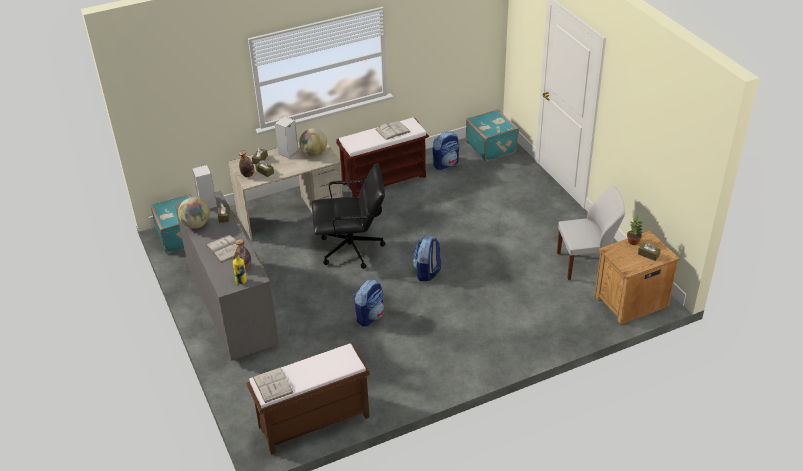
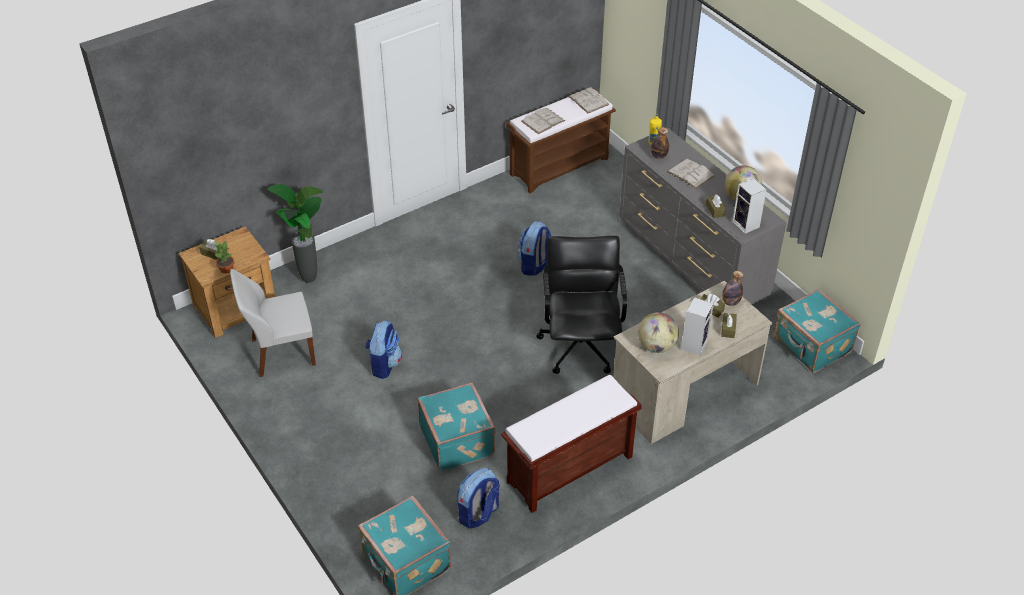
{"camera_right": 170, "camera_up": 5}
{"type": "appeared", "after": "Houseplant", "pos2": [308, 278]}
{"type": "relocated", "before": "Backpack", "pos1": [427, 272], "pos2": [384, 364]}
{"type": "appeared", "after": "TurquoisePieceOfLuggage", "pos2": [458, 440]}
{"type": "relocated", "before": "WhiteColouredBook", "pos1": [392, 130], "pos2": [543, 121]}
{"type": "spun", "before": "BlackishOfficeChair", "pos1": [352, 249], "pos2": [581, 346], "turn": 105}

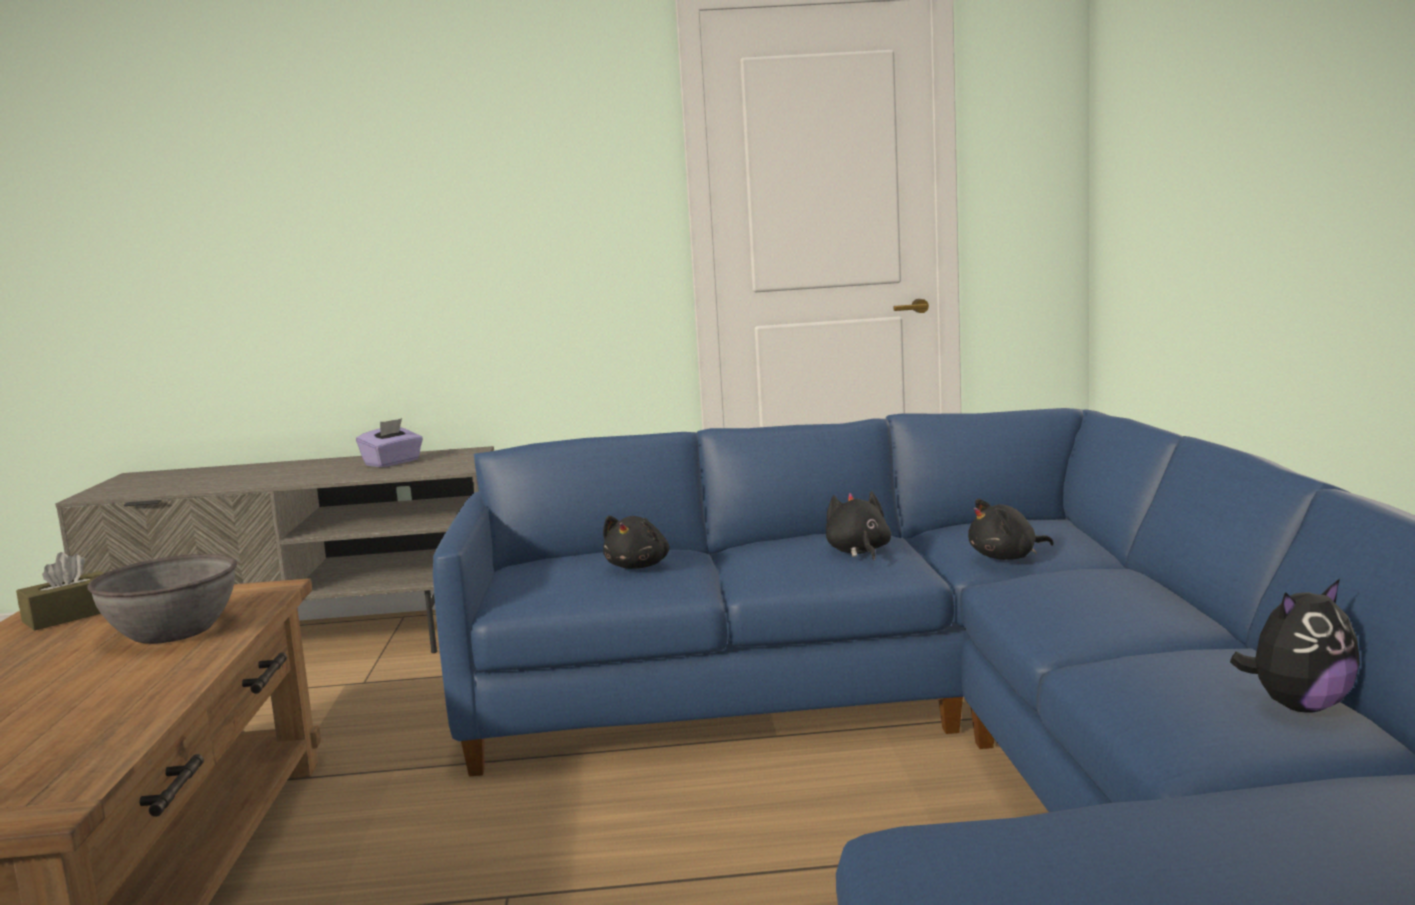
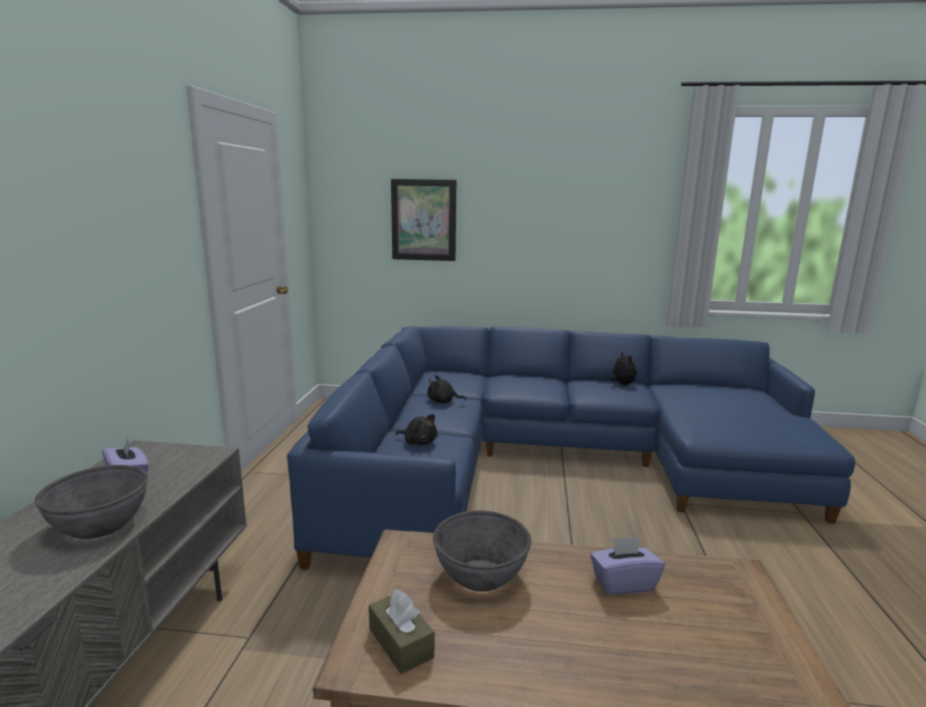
{"camera_right": -80, "camera_up": 5}
{"type": "appeared", "after": "GreyServingBowl", "pos2": [100, 525]}
{"type": "appeared", "after": "WallPicture", "pos2": [423, 220]}
{"type": "appeared", "after": "PurpleColouredTissueBox", "pos2": [623, 583]}
{"type": "missing", "before": "BlackishCuddlyToy", "pos1": [1007, 557]}

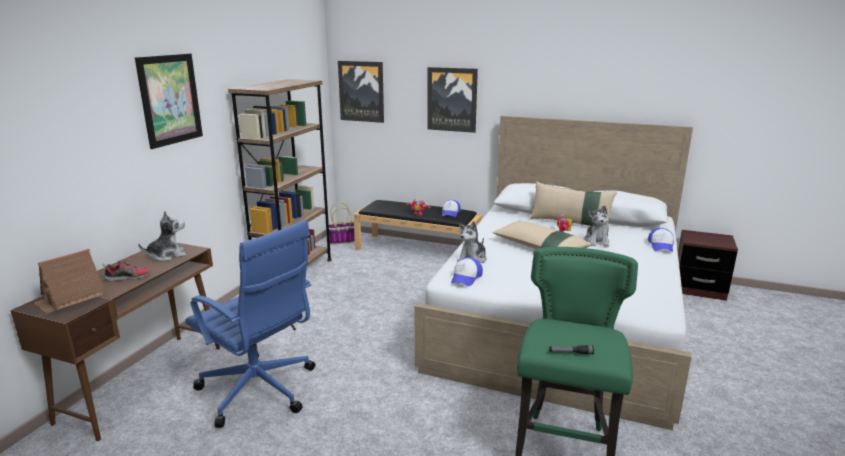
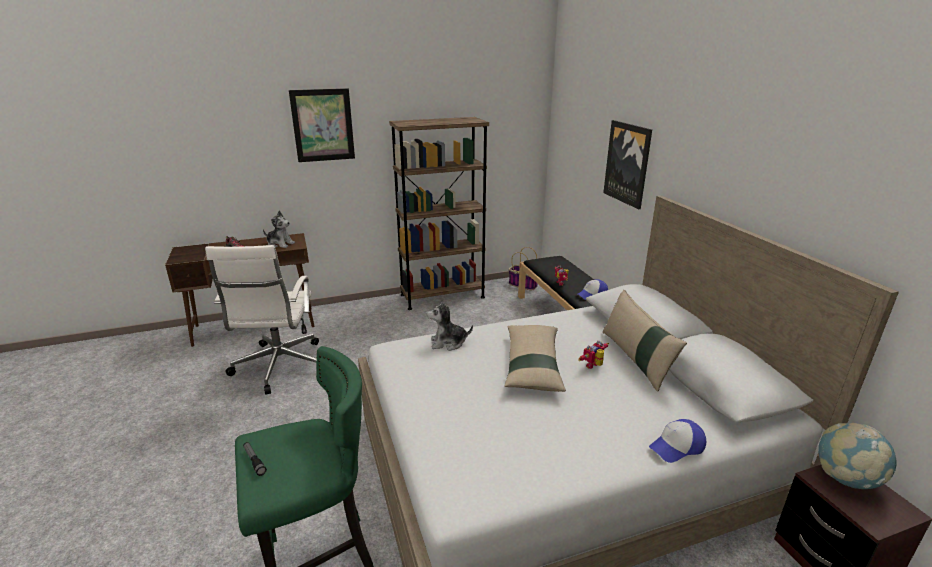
{"camera_right": 50, "camera_up": 5}
{"type": "colour", "before": "BluishOfficeChair", "after": "WhiteColouredOfficeChair", "pos1": [259, 391], "pos2": [279, 367]}
{"type": "appeared", "after": "Globe", "pos2": [846, 479]}
{"type": "missing", "before": "MiniatureHouse", "pos1": [70, 298]}
{"type": "missing", "before": "WallPicture", "pos1": [361, 91]}
{"type": "missing", "before": "Cap", "pos1": [466, 278]}
{"type": "missing", "before": "CuddlyToy", "pos1": [596, 241]}

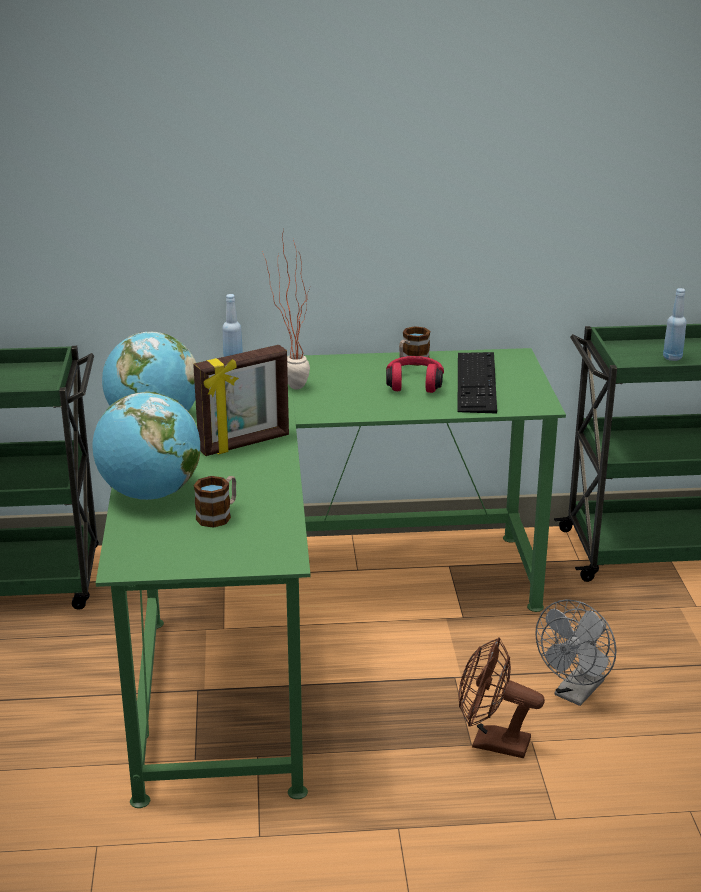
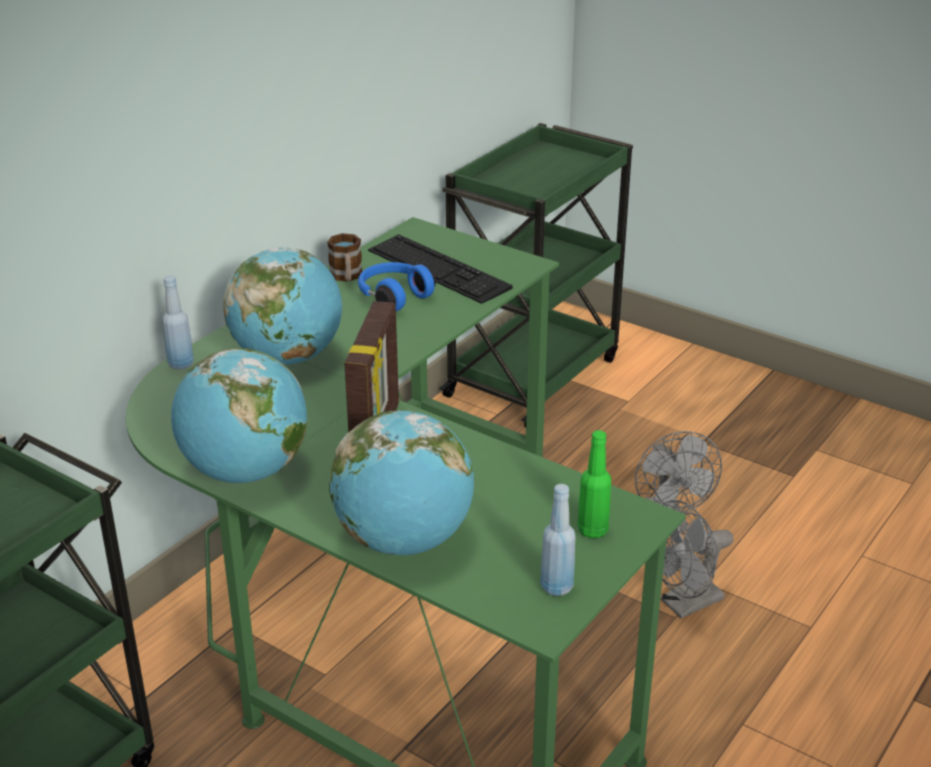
{"camera_right": -50, "camera_up": 5}
{"type": "exchanged", "before": "Houseplant", "after": "Globe", "pos1": [289, 385], "pos2": [288, 357]}
{"type": "colour", "before": "ReddishHeadphones", "after": "BluishHeadphones", "pos1": [414, 384], "pos2": [393, 296]}
{"type": "relocated", "before": "BluishBottle", "pos1": [672, 358], "pos2": [557, 587]}
{"type": "appeared", "after": "GreenBottle", "pos2": [593, 530]}
{"type": "colour", "before": "BrownishFan", "after": "GreyFan", "pos1": [491, 742], "pos2": [684, 604]}
{"type": "missing", "before": "CoffeeMug", "pos1": [218, 515]}

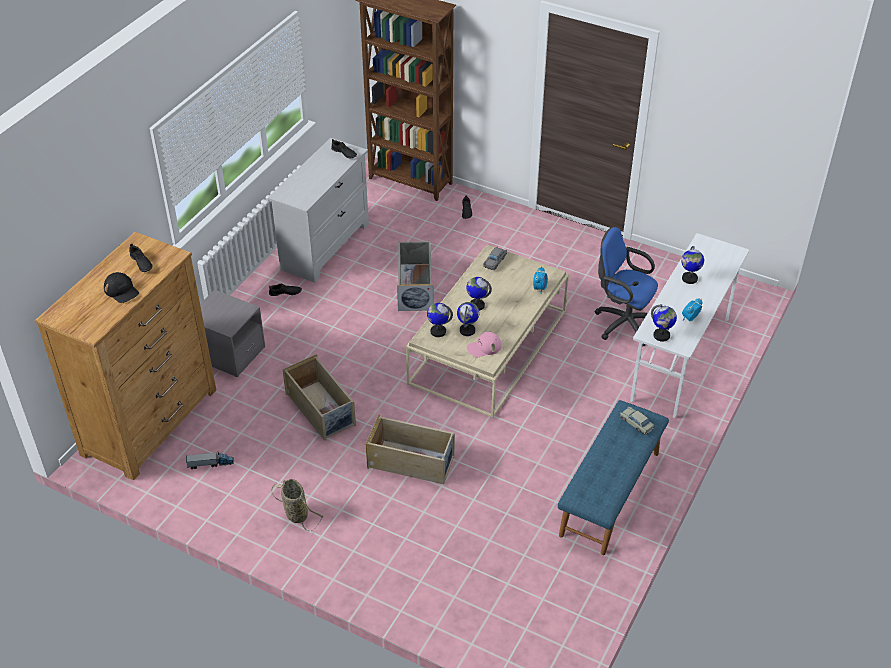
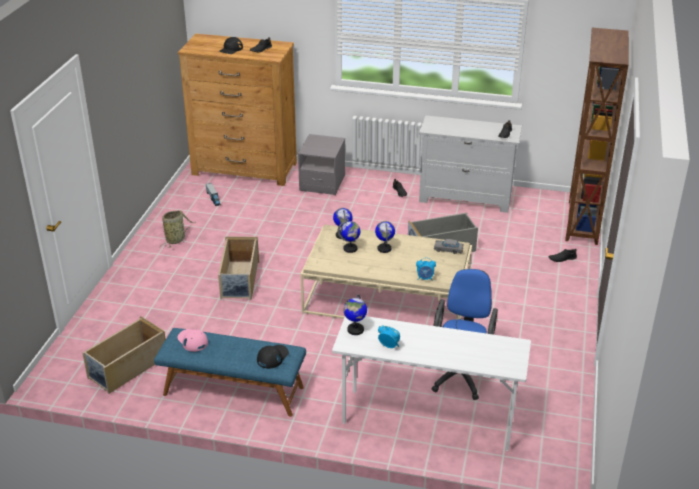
{"camera_right": 75, "camera_up": -10}
{"type": "relocated", "before": "BeigeColouredStorageBin", "pos1": [321, 410], "pos2": [127, 368]}
{"type": "relocated", "before": "PinkColouredCap", "pos1": [484, 347], "pos2": [192, 341]}
{"type": "exchanged", "before": "BeigeColouredToyCar", "after": "BlackishCap", "pos1": [636, 423], "pos2": [272, 357]}
{"type": "missing", "before": "Globe", "pos1": [689, 278]}

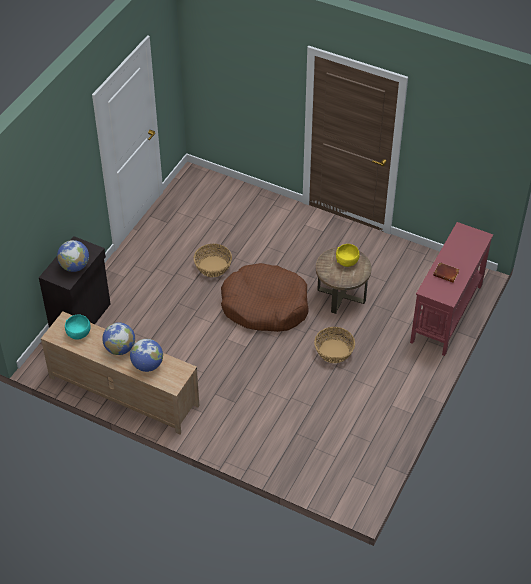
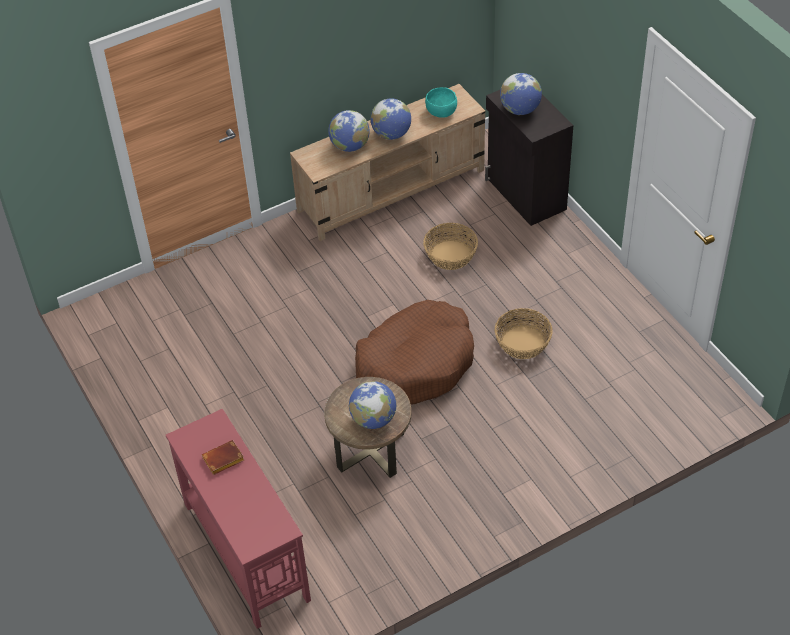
{"camera_right": 125, "camera_up": 0}
{"type": "exchanged", "before": "YellowColouredServingBowl", "after": "Globe", "pos1": [347, 261], "pos2": [373, 419]}
{"type": "relocated", "before": "HouseholdBasket", "pos1": [333, 351], "pos2": [450, 255]}

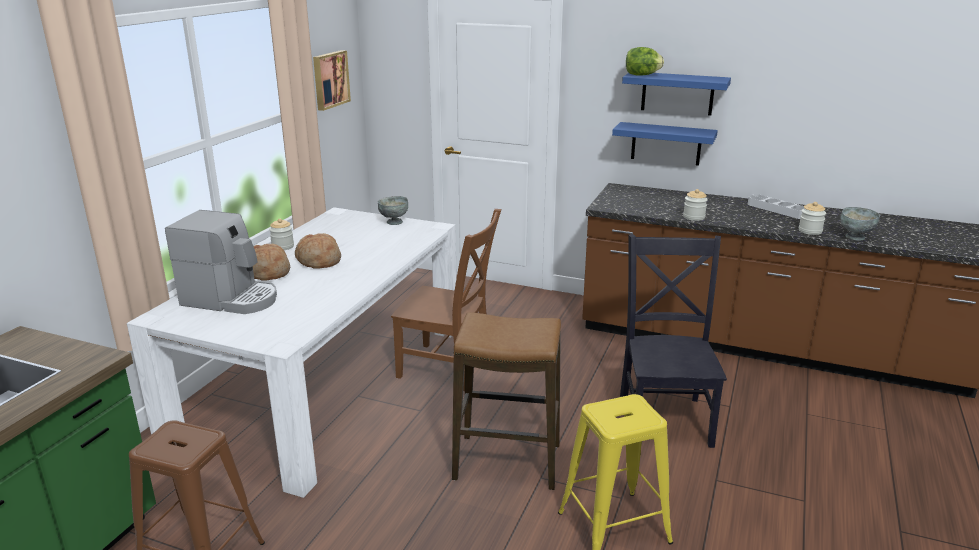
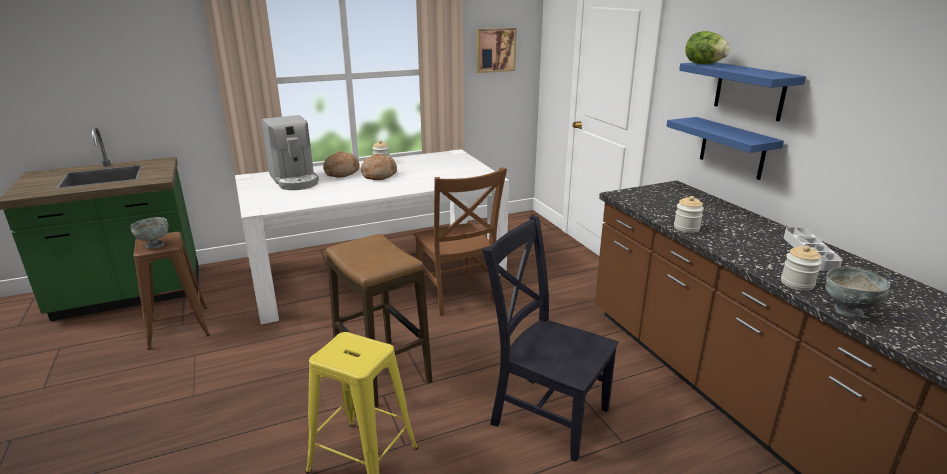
{"camera_right": 45, "camera_up": 0}
{"type": "relocated", "before": "GreyServingBowl", "pos1": [394, 222], "pos2": [154, 245]}
{"type": "spun", "before": "BlackishUprightChair", "pos1": [665, 417], "pos2": [545, 413], "turn": -105}

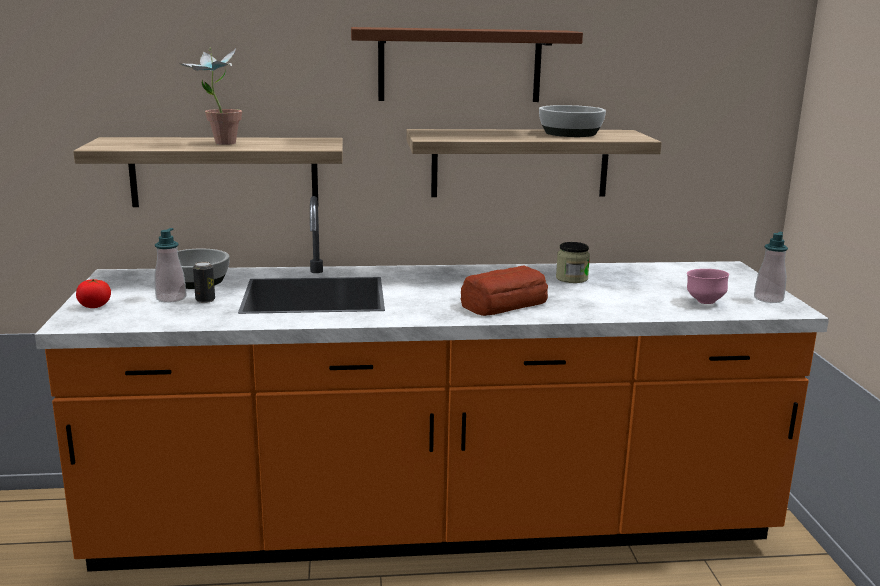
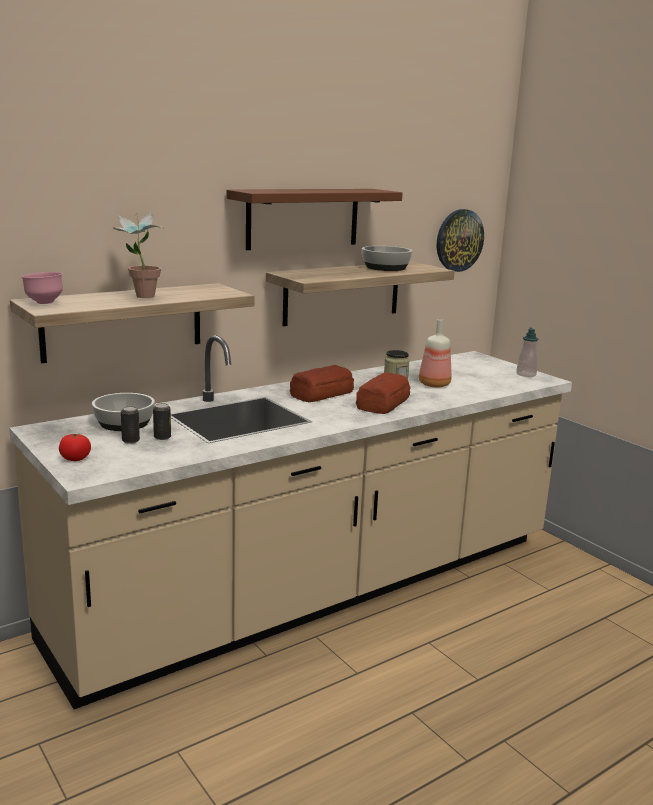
{"camera_right": -30, "camera_up": 0}
{"type": "colour", "before": "OrangeCounter", "after": "BeigeColouredCounter", "pos1": [435, 523], "pos2": [318, 589]}
{"type": "relocated", "before": "PinkColouredServingBowl", "pos1": [704, 302], "pos2": [43, 303]}
{"type": "exchanged", "before": "SoapDispenser", "after": "SealedCan", "pos1": [171, 298], "pos2": [130, 441]}
{"type": "appeared", "after": "BakedBread", "pos2": [320, 393]}
{"type": "appeared", "after": "Bottle", "pos2": [433, 384]}
{"type": "appeared", "after": "HangingClock", "pos2": [459, 240]}

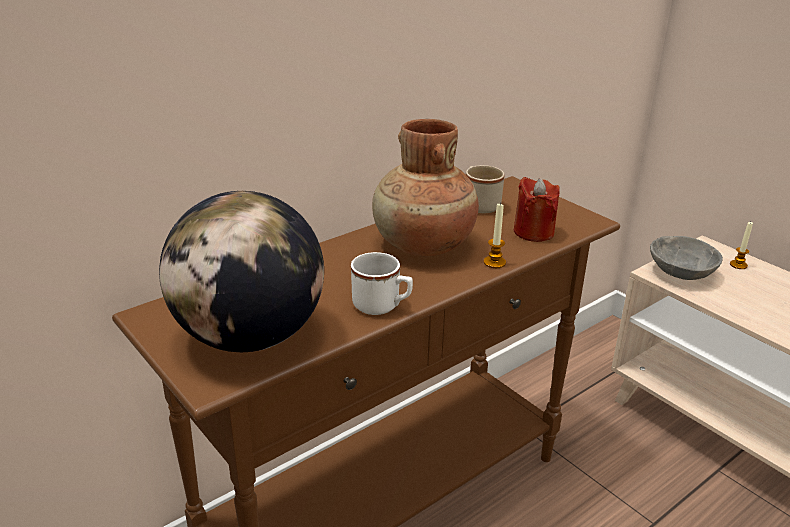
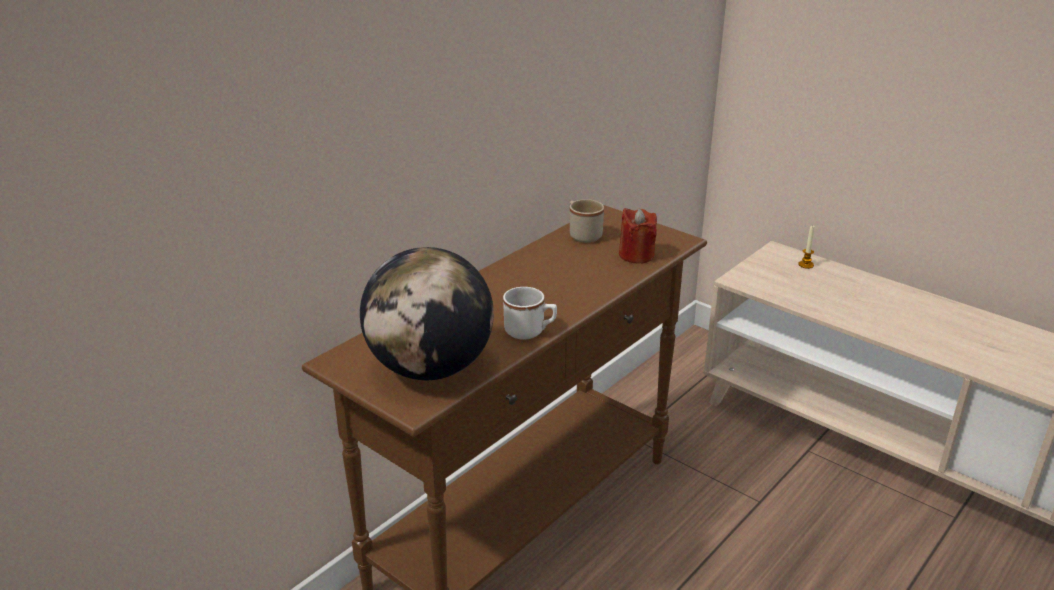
{"camera_right": -10, "camera_up": 0}
{"type": "missing", "before": "BrownishVase", "pos1": [423, 245]}
{"type": "missing", "before": "WaxLight", "pos1": [494, 262]}
{"type": "missing", "before": "GreyServingBowl", "pos1": [679, 273]}

